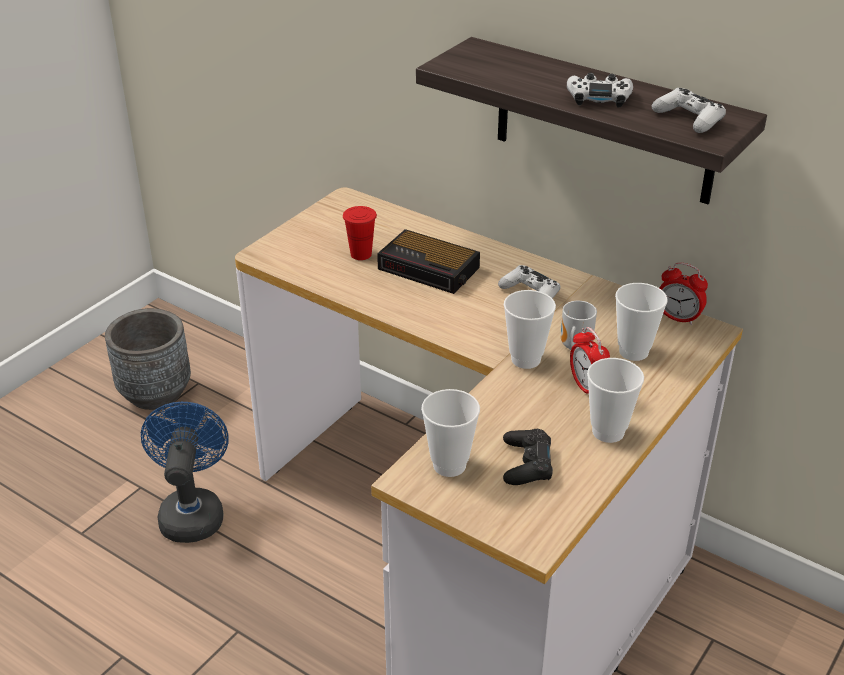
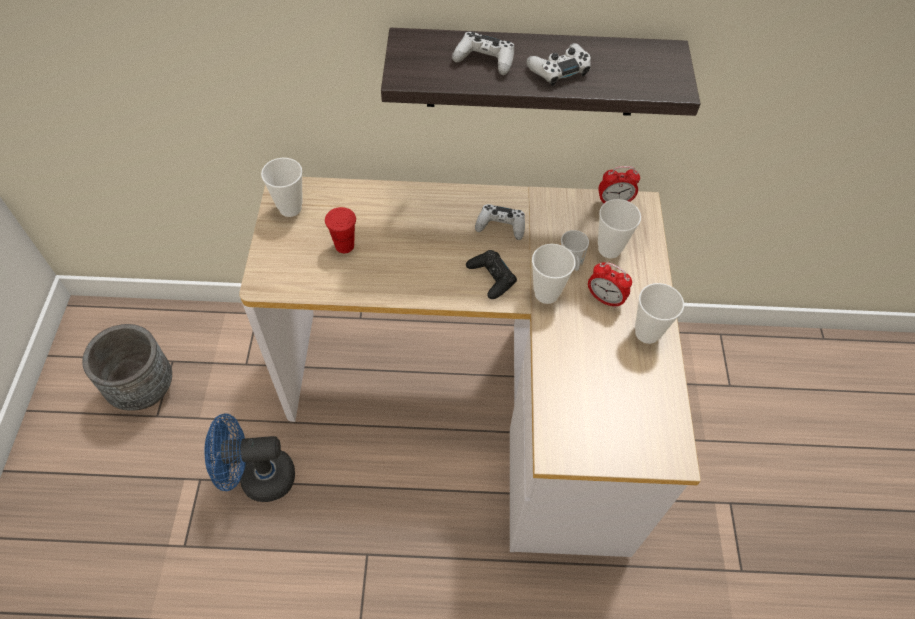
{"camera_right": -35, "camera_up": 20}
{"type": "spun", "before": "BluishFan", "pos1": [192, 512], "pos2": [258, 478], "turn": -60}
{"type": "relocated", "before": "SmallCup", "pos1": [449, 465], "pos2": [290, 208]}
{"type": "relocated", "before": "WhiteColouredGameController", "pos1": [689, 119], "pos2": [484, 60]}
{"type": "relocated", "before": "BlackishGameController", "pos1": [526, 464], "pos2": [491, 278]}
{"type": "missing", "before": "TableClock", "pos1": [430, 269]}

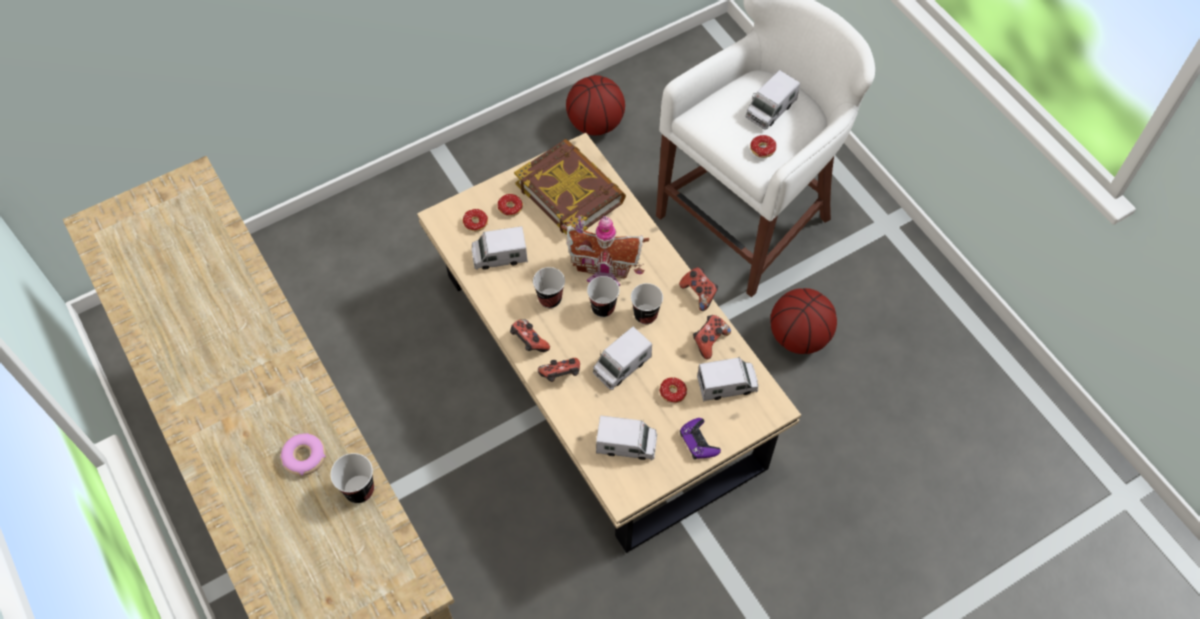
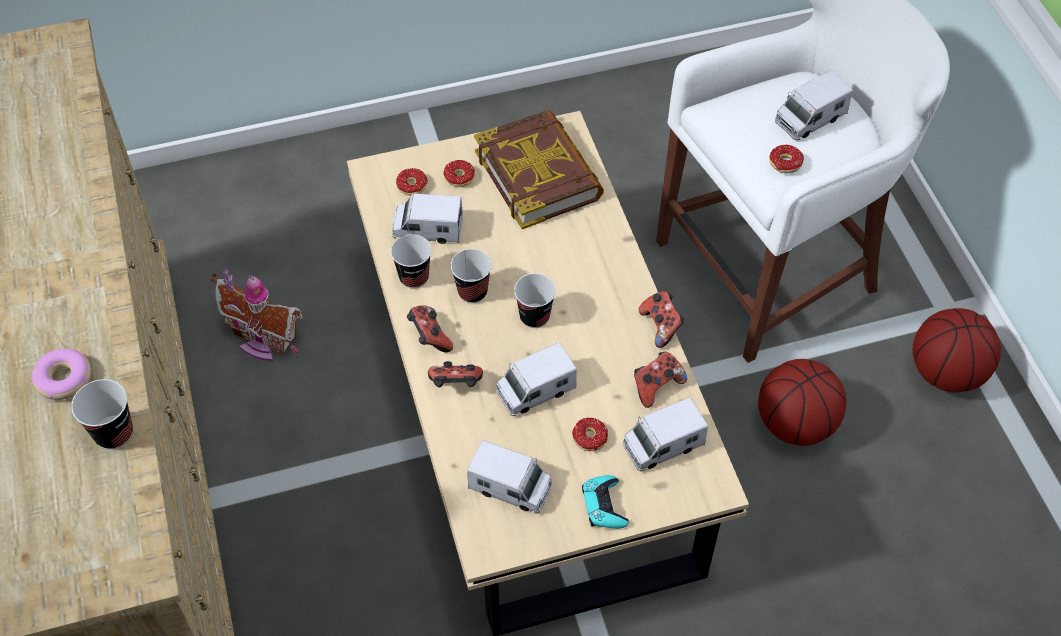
{"camera_right": 15, "camera_up": -5}
{"type": "relocated", "before": "MiniatureHouse", "pos1": [604, 270], "pos2": [263, 340]}
{"type": "relocated", "before": "SmallCup", "pos1": [645, 315], "pos2": [414, 277]}
{"type": "colour", "before": "PurpleColouredGameController", "after": "TurquoiseGameController", "pos1": [698, 442], "pos2": [604, 506]}
{"type": "spun", "before": "ToyLorry", "pos1": [727, 385], "pos2": [662, 445], "turn": 150}
{"type": "relocated", "before": "Basketball", "pos1": [596, 124], "pos2": [946, 373]}

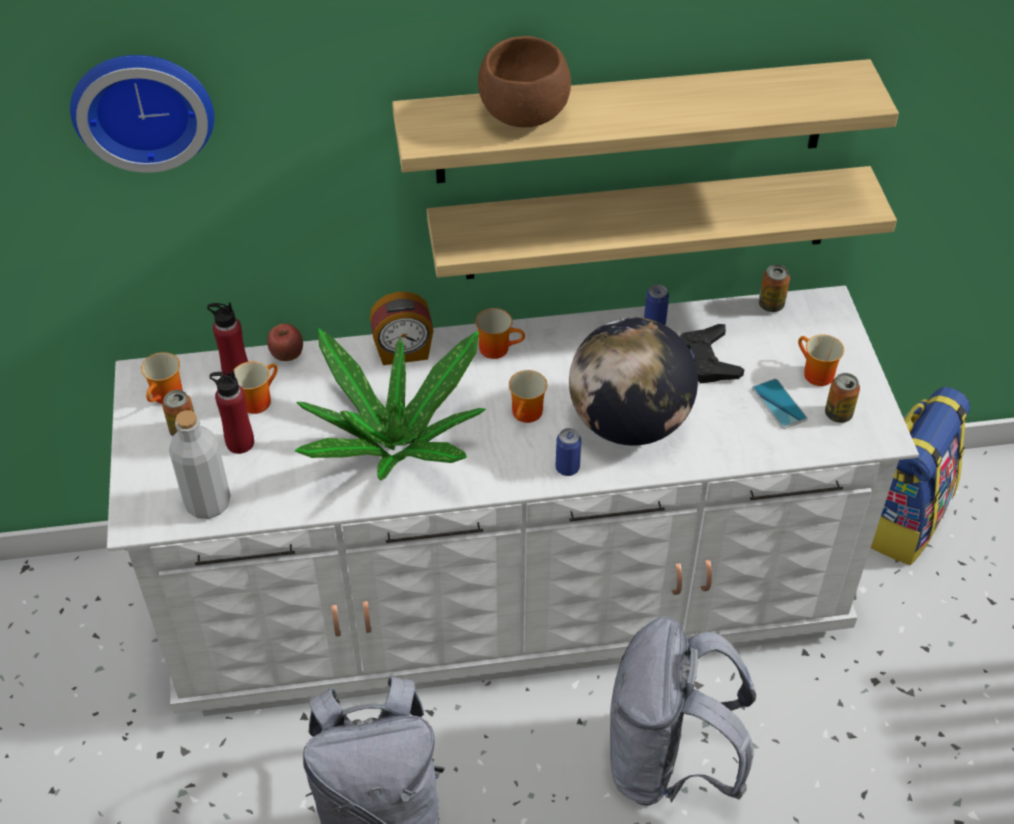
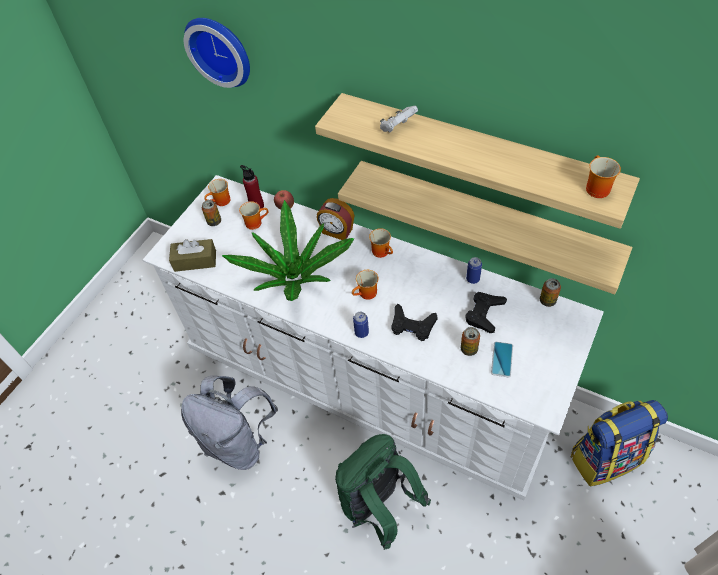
{"camera_right": 40, "camera_up": 5}
{"type": "exchanged", "before": "GreyBottle", "after": "BrownishTissueBox", "pos1": [208, 503], "pos2": [195, 261]}
{"type": "colour", "before": "GreyBackpack", "after": "GreenBackpack", "pos1": [667, 762], "pos2": [378, 506]}
{"type": "exchanged", "before": "BrownishServingBowl", "after": "WhiteColouredGameController", "pos1": [523, 116], "pos2": [397, 128]}
{"type": "exchanged", "before": "Globe", "after": "BlackishGameController", "pos1": [628, 423], "pos2": [412, 325]}
{"type": "relocated", "before": "SealedCan", "pos1": [838, 414], "pos2": [469, 349]}
{"type": "relocated", "before": "CoffeeMug", "pos1": [814, 374], "pos2": [595, 188]}
{"type": "missing", "before": "ReddishBottle", "pos1": [240, 443]}

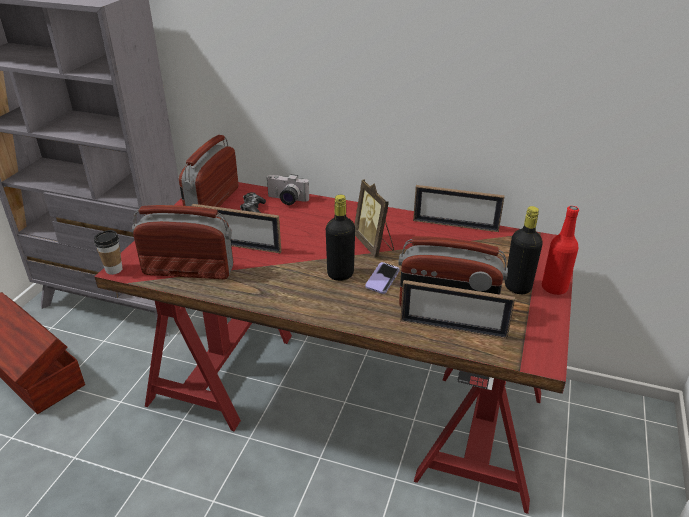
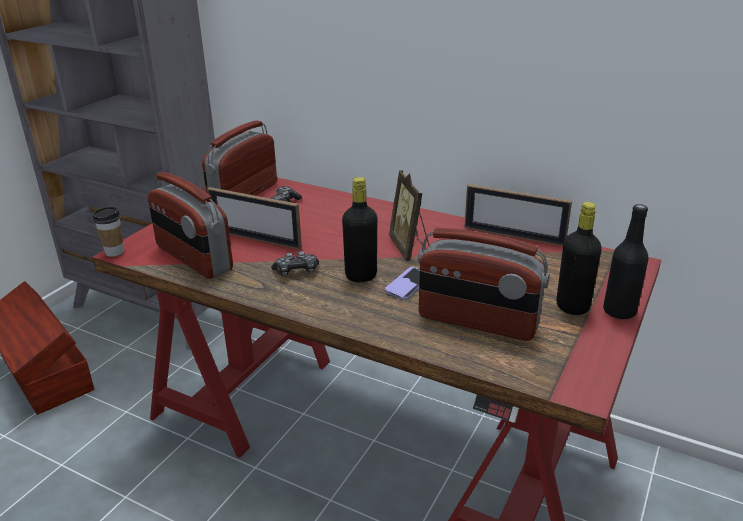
{"camera_right": 10, "camera_up": -5}
{"type": "spun", "before": "RadioReceiver", "pos1": [188, 270], "pos2": [193, 258], "turn": -150}
{"type": "appeared", "after": "GameController", "pos2": [296, 272]}
{"type": "colour", "before": "ReddishBottle", "after": "BlackishBottle", "pos1": [554, 288], "pos2": [619, 311]}
{"type": "missing", "before": "PhotoCamera", "pos1": [286, 200]}
{"type": "missing", "before": "StandingFrame", "pos1": [453, 328]}

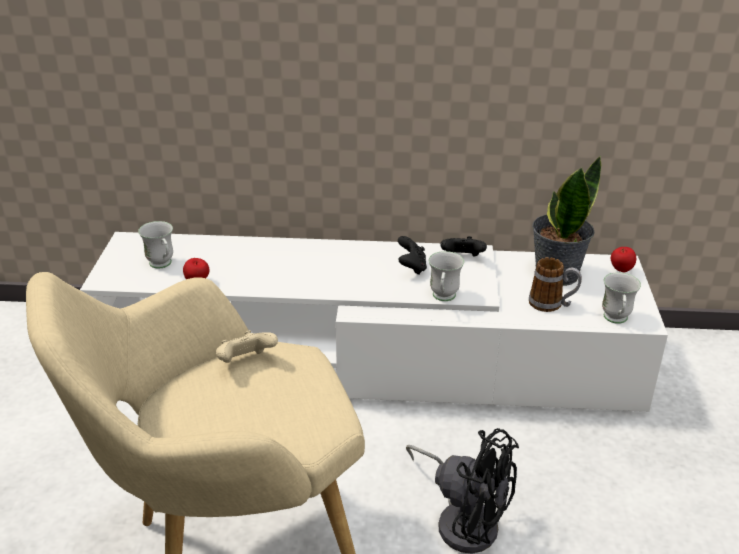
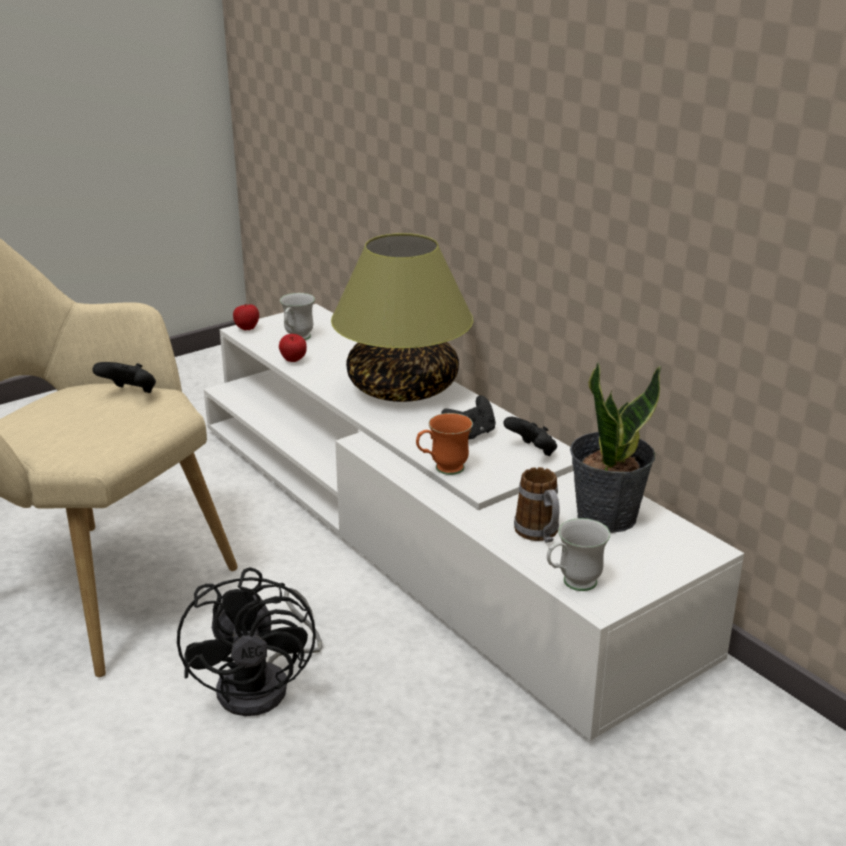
{"camera_right": 50, "camera_up": -5}
{"type": "colour", "before": "BeigeColouredGameController", "after": "BlackishGameController", "pos1": [245, 362], "pos2": [130, 393]}
{"type": "relocated", "before": "WholeApple", "pos1": [620, 271], "pos2": [247, 329]}
{"type": "appeared", "after": "LampForATable", "pos2": [401, 388]}
{"type": "colour", "before": "WhiteColouredCoffeeMug", "after": "OrangeCoffeeMug", "pos1": [443, 298], "pos2": [442, 469]}

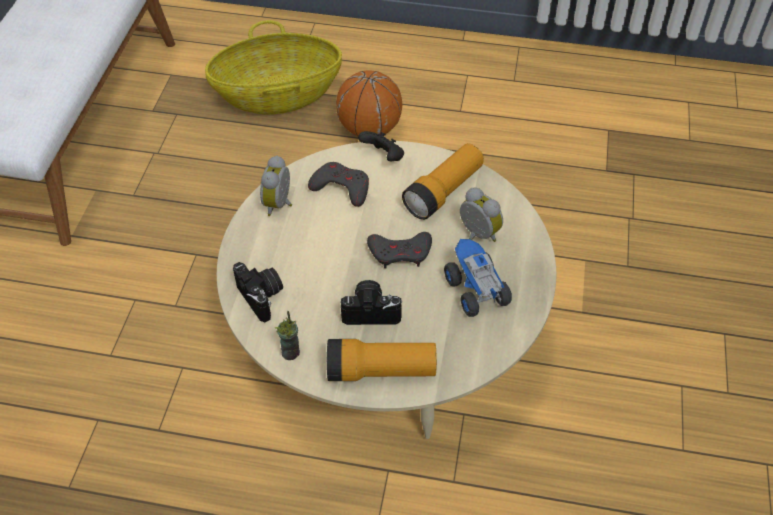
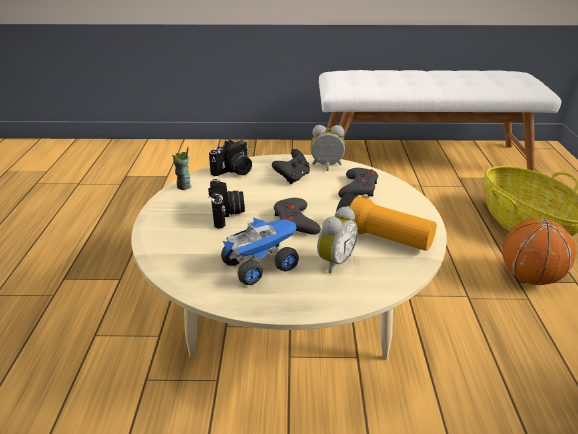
{"camera_right": 80, "camera_up": -20}
{"type": "relocated", "before": "BlackishGameController", "pos1": [383, 157], "pos2": [293, 178]}
{"type": "missing", "before": "Torch", "pos1": [381, 370]}

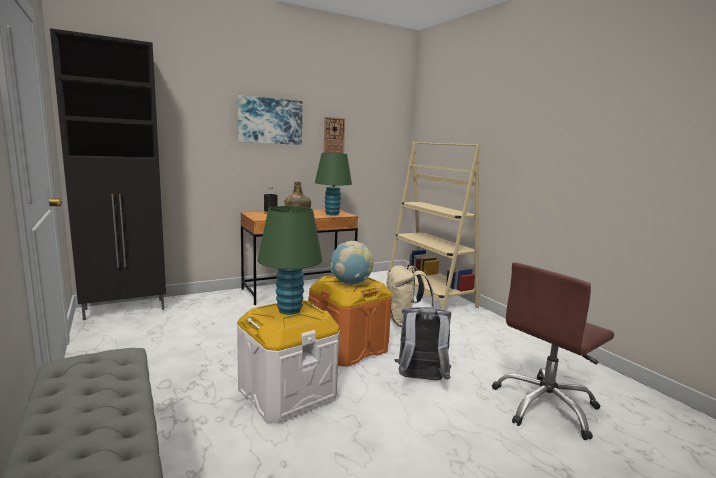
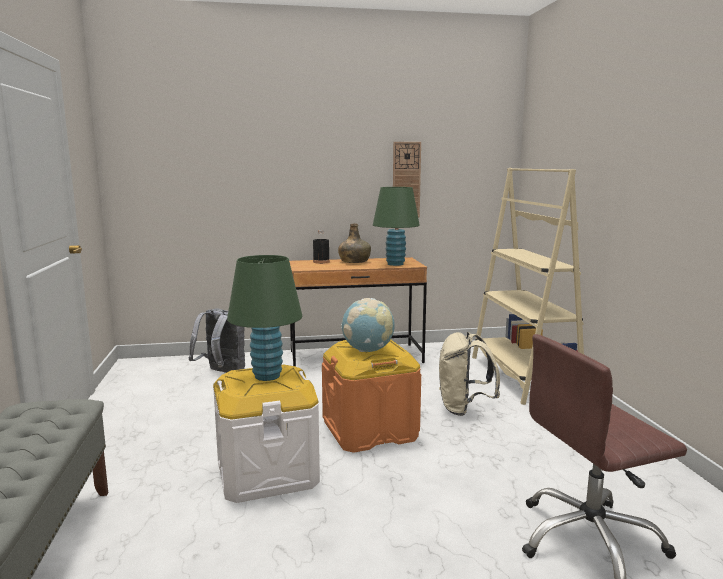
{"camera_right": 20, "camera_up": 0}
{"type": "relocated", "before": "GreyBackpack", "pos1": [420, 380], "pos2": [222, 373]}
{"type": "missing", "before": "BlackishStorageCabinet", "pos1": [126, 309]}
{"type": "missing", "before": "WallPicture", "pos1": [270, 121]}

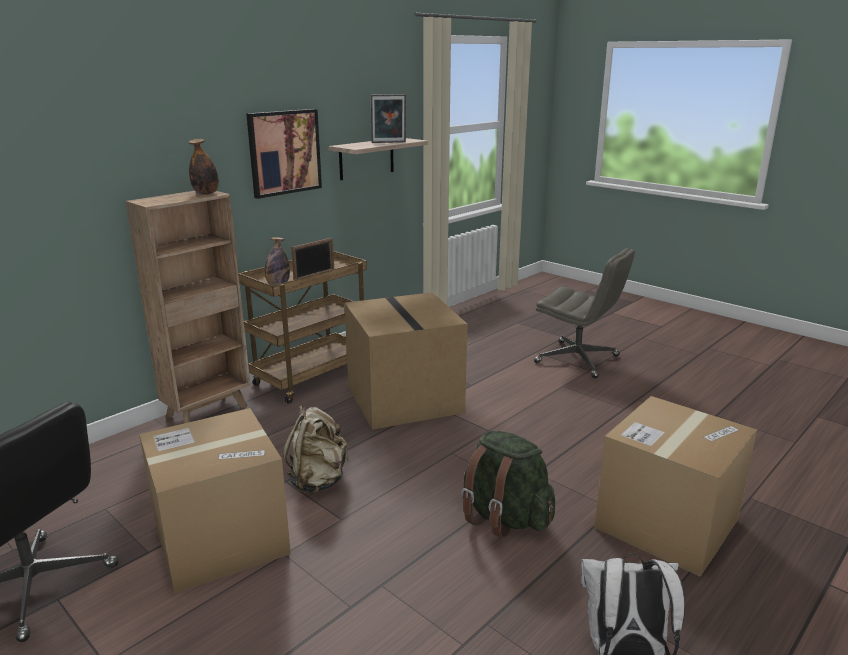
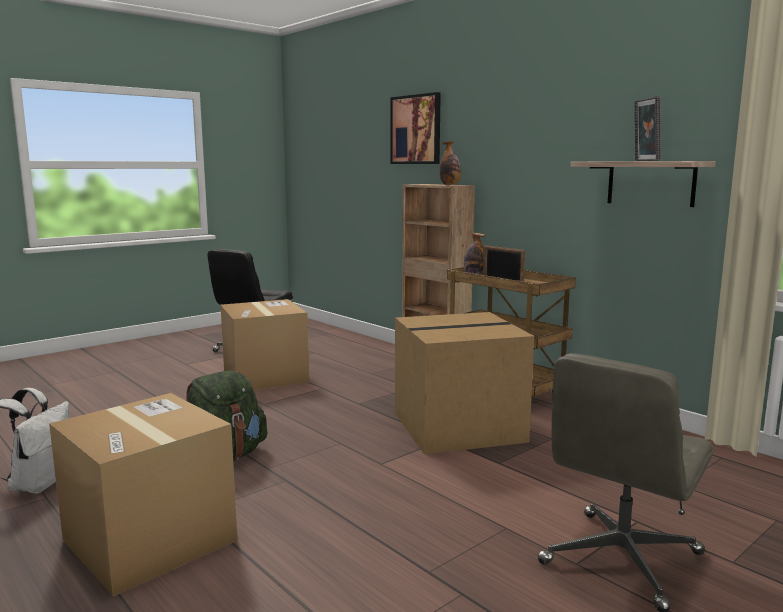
{"camera_right": 95, "camera_up": -10}
{"type": "relocated", "before": "WallPicture", "pos1": [284, 152], "pos2": [416, 129]}
{"type": "missing", "before": "BeigeColouredBackpack", "pos1": [318, 481]}

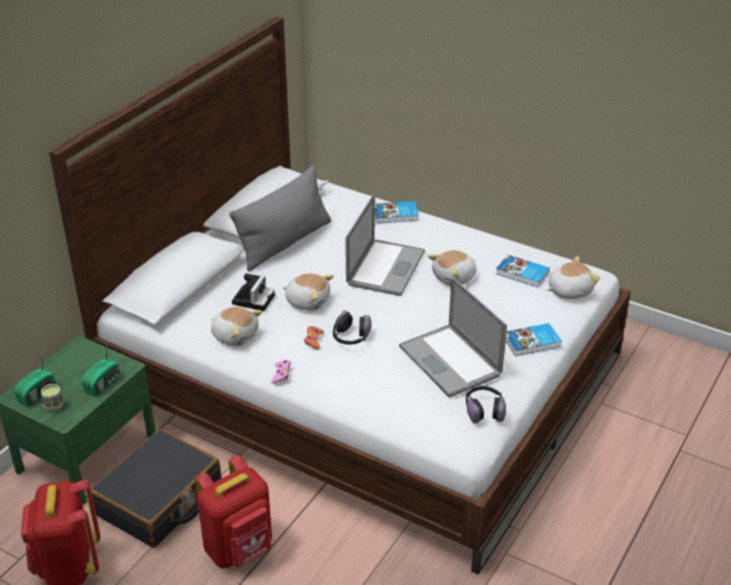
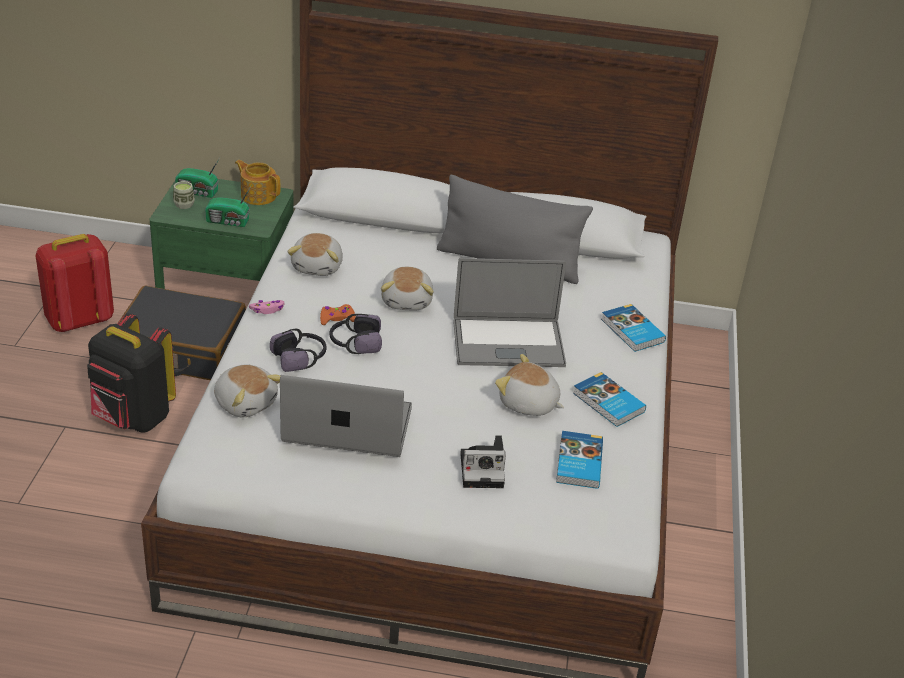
{"camera_right": 65, "camera_up": 0}
{"type": "colour", "before": "ReddishBackpack", "after": "BlackishBackpack", "pos1": [240, 549], "pos2": [133, 418]}
{"type": "relocated", "before": "CuddlyToy", "pos1": [569, 290], "pos2": [246, 402]}
{"type": "appeared", "after": "PotForTea", "pos2": [258, 195]}
{"type": "relocated", "before": "Headphones", "pos1": [484, 410], "pos2": [300, 358]}
{"type": "spun", "before": "PortableComputer", "pos1": [450, 360], "pos2": [347, 425], "turn": 60}
{"type": "relocated", "before": "PhotoCamera", "pos1": [253, 298], "pos2": [484, 470]}
{"type": "relocated", "before": "Book", "pos1": [532, 342], "pos2": [608, 403]}

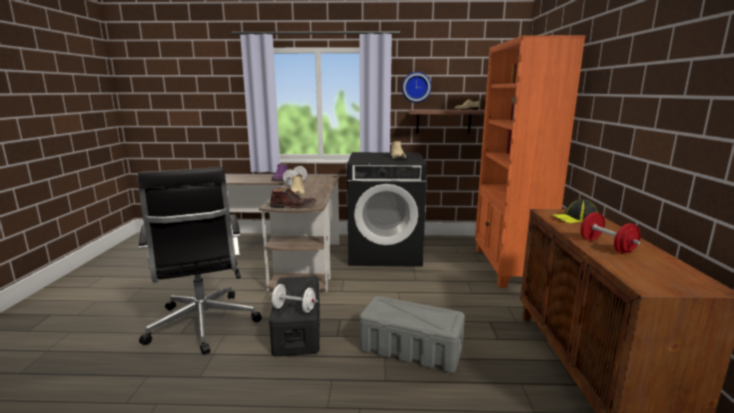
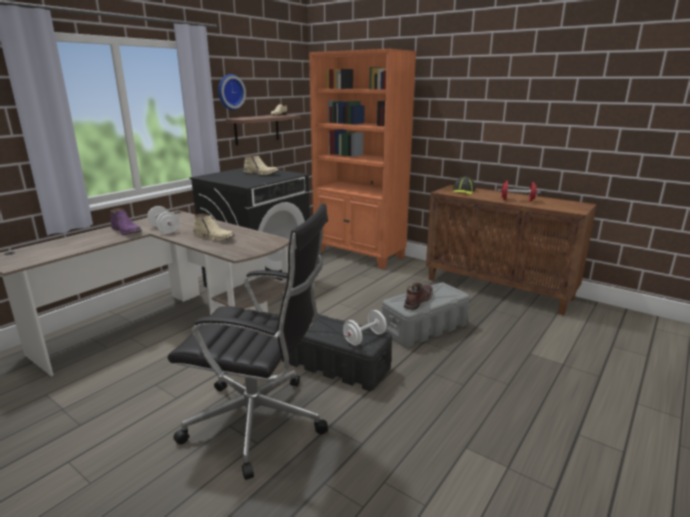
{"camera_right": -55, "camera_up": 5}
{"type": "relocated", "before": "BrownishHighTopBoot", "pos1": [293, 206], "pos2": [417, 301]}

